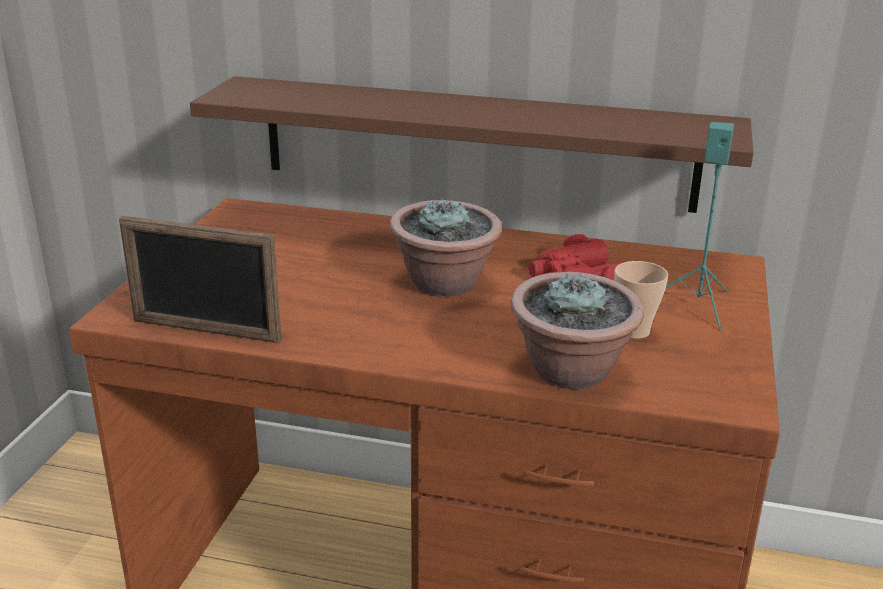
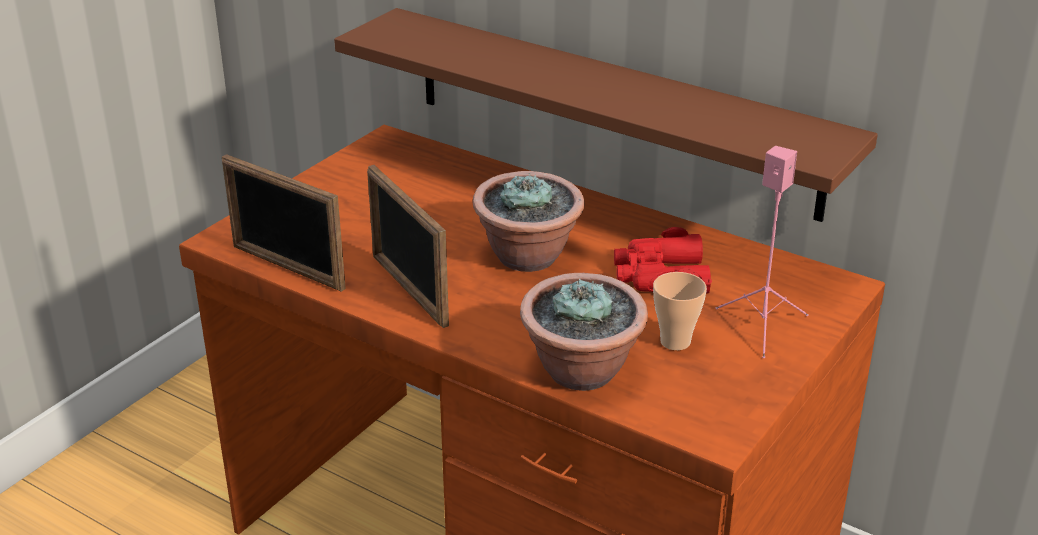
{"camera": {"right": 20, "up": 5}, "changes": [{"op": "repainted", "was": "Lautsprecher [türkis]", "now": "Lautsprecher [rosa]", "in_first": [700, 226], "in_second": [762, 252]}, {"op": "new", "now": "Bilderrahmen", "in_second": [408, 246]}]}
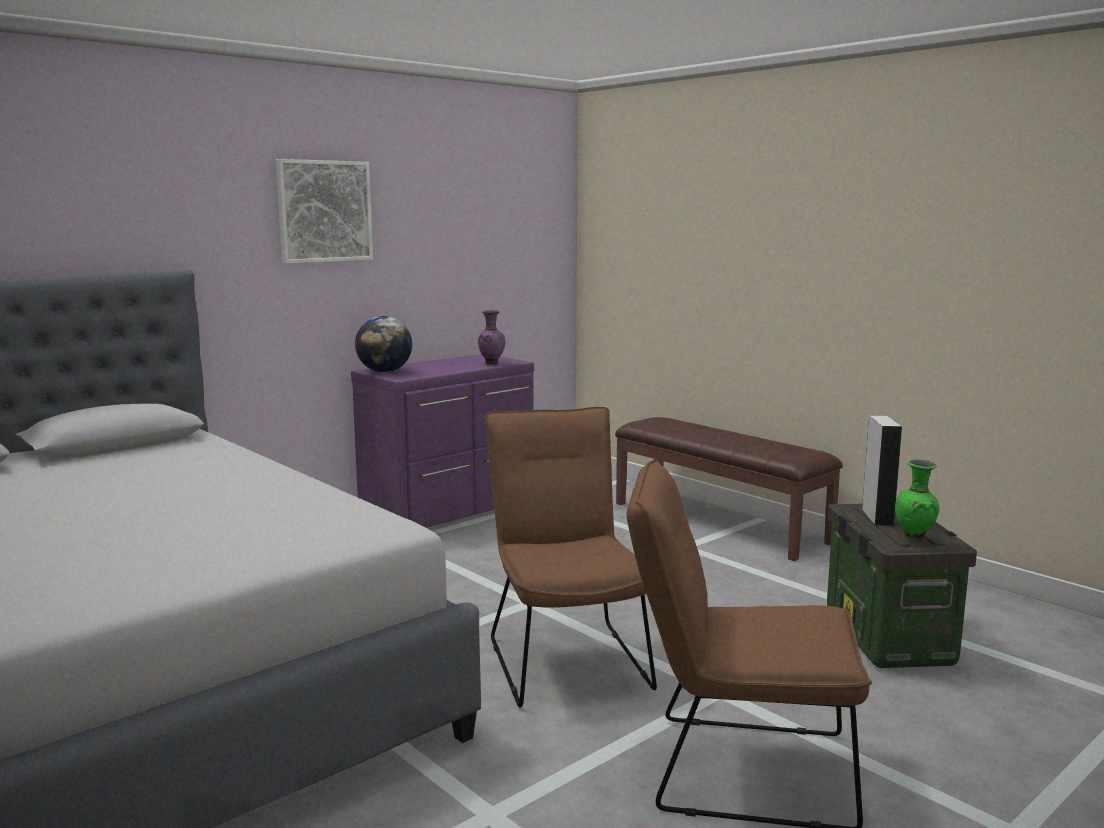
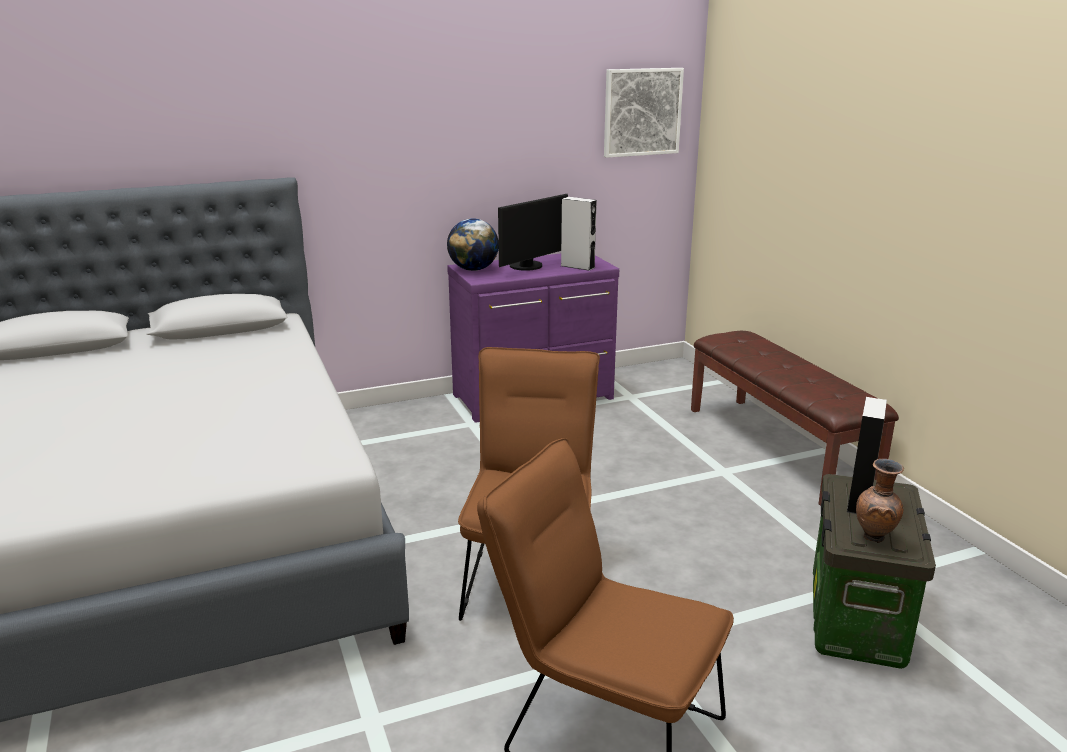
{"camera": {"right": 20, "up": 10}, "changes": [{"op": "shifted", "was": "Bild", "in_first": [324, 211], "in_second": [644, 113]}, {"op": "swapped", "was": "Vase [lila]", "now": "Lautsprecher [grau]", "in_first": [491, 337], "in_second": [578, 234]}, {"op": "repainted", "was": "Vase [grün]", "now": "Vase [braun]", "in_first": [917, 500], "in_second": [880, 501]}, {"op": "new", "now": "Monitor", "in_second": [533, 232]}]}
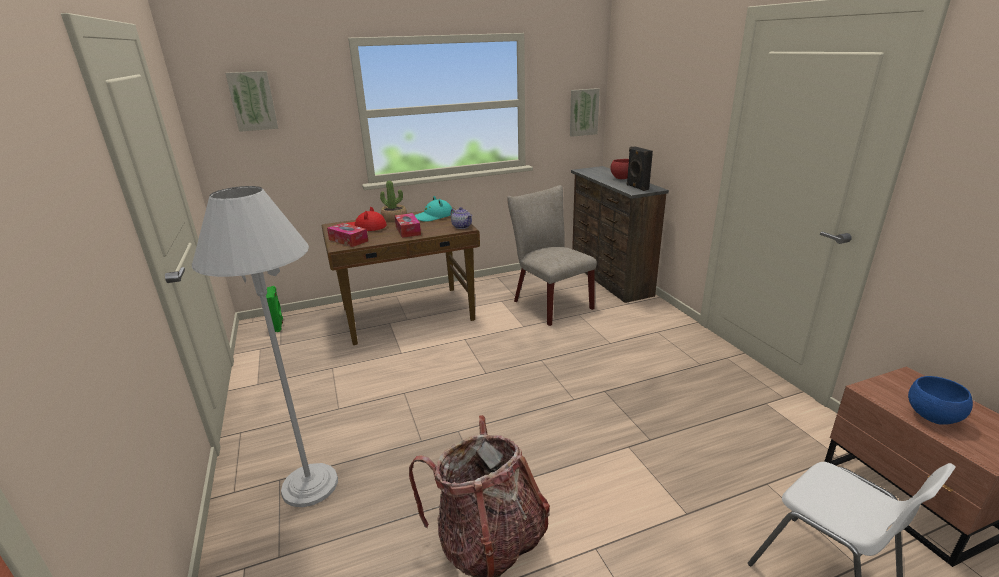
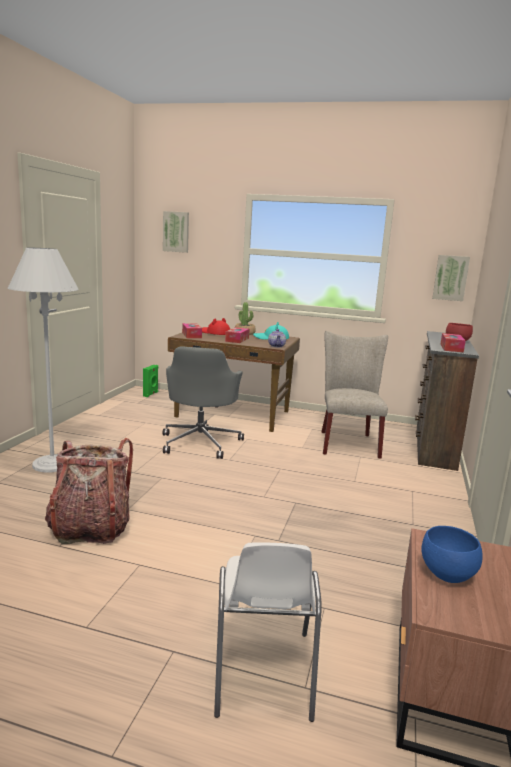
{"camera": {"right": 35, "up": -10}, "changes": [{"op": "swapped", "was": "Lautsprecher [schwarz]", "now": "Taschentuchbox", "in_first": [640, 169], "in_second": [453, 342]}, {"op": "new", "now": "Bürostuhl [grau]", "in_second": [203, 402]}]}
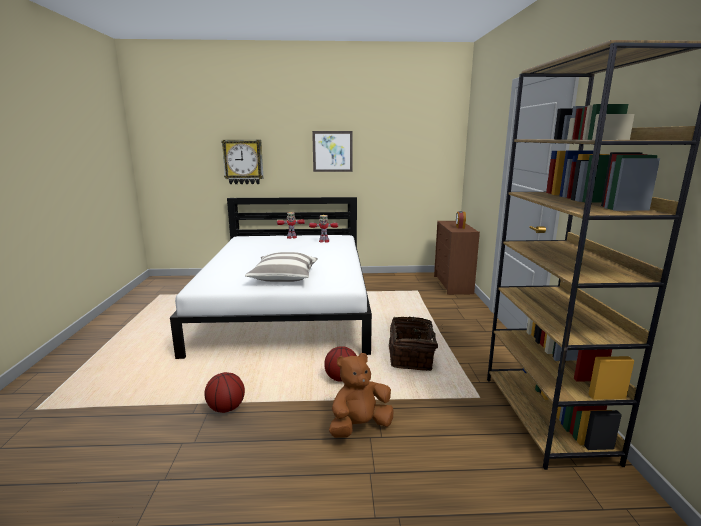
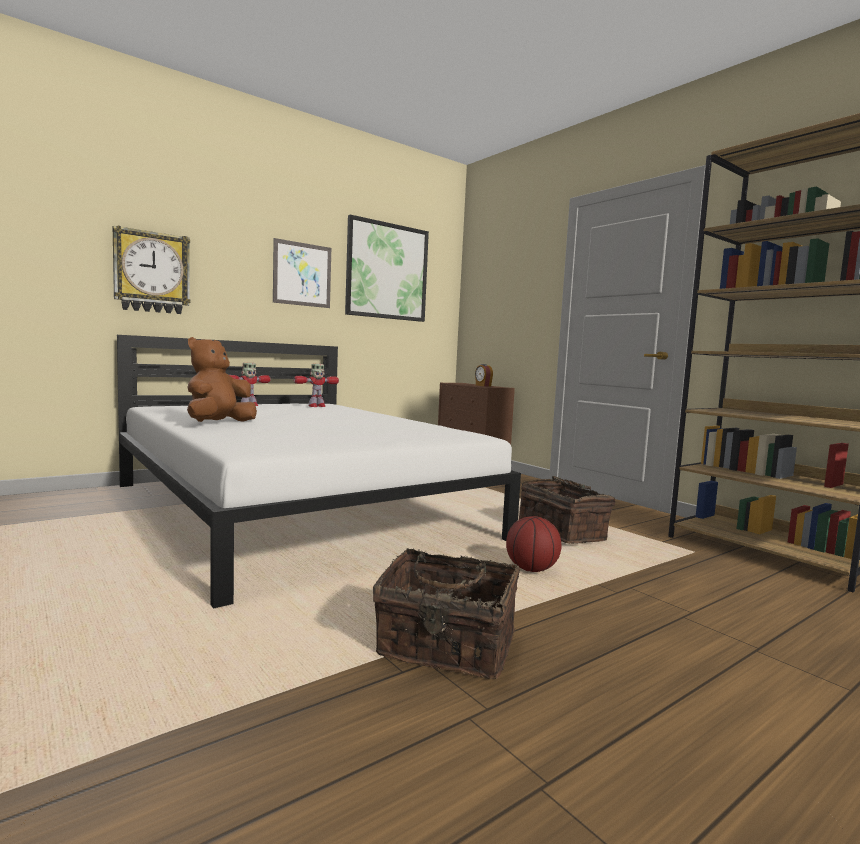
{"camera": {"right": -35, "up": -10}, "changes": [{"op": "gone", "was": "Kissen", "in_first": [281, 267]}, {"op": "shifted", "was": "Plüschtier [braun]", "in_first": [361, 395], "in_second": [222, 379]}, {"op": "swapped", "was": "Basketball", "now": "Korb", "in_first": [224, 392], "in_second": [446, 613]}, {"op": "new", "now": "Bild", "in_second": [387, 268]}]}
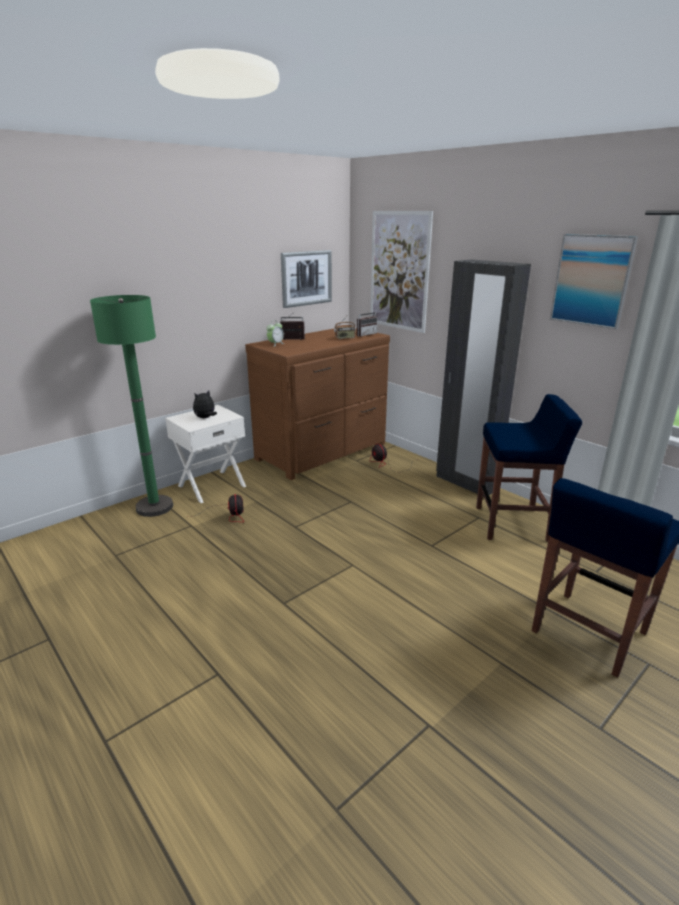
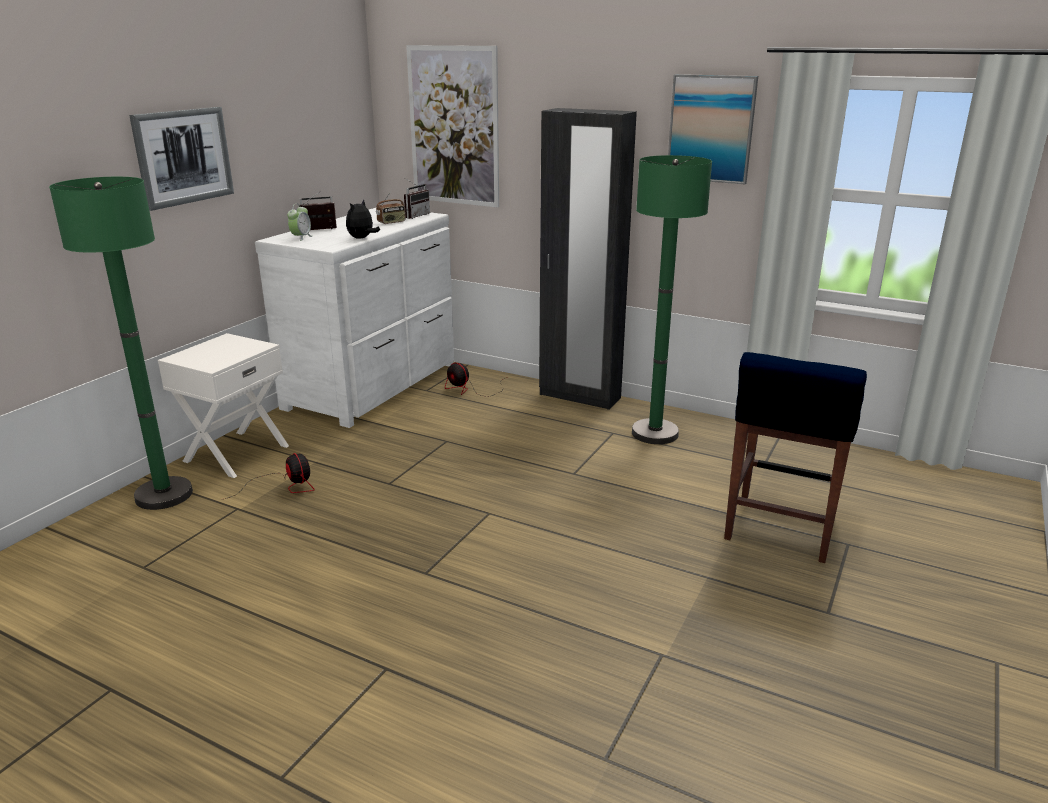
{"camera": {"right": -20, "up": 0}, "changes": [{"op": "shifted", "was": "Bild", "in_first": [306, 279], "in_second": [181, 159]}, {"op": "repainted", "was": "Kommode [braun]", "now": "Kommode [weiß]", "in_first": [317, 404], "in_second": [354, 318]}, {"op": "shifted", "was": "Plüschtier", "in_first": [205, 404], "in_second": [363, 219]}, {"op": "swapped", "was": "Hocker [blau]", "now": "Stehlampe [grün]", "in_first": [529, 468], "in_second": [672, 299]}]}
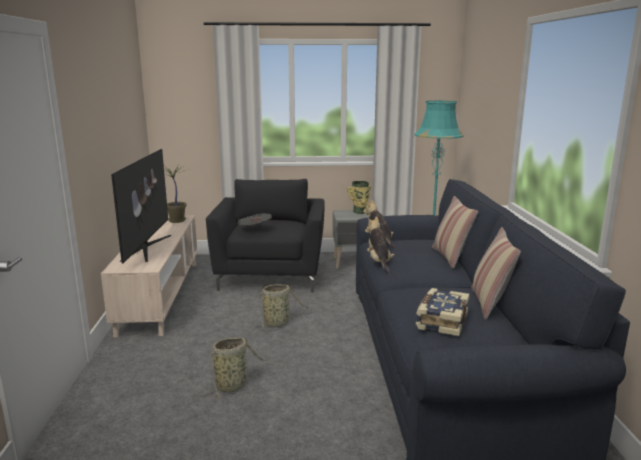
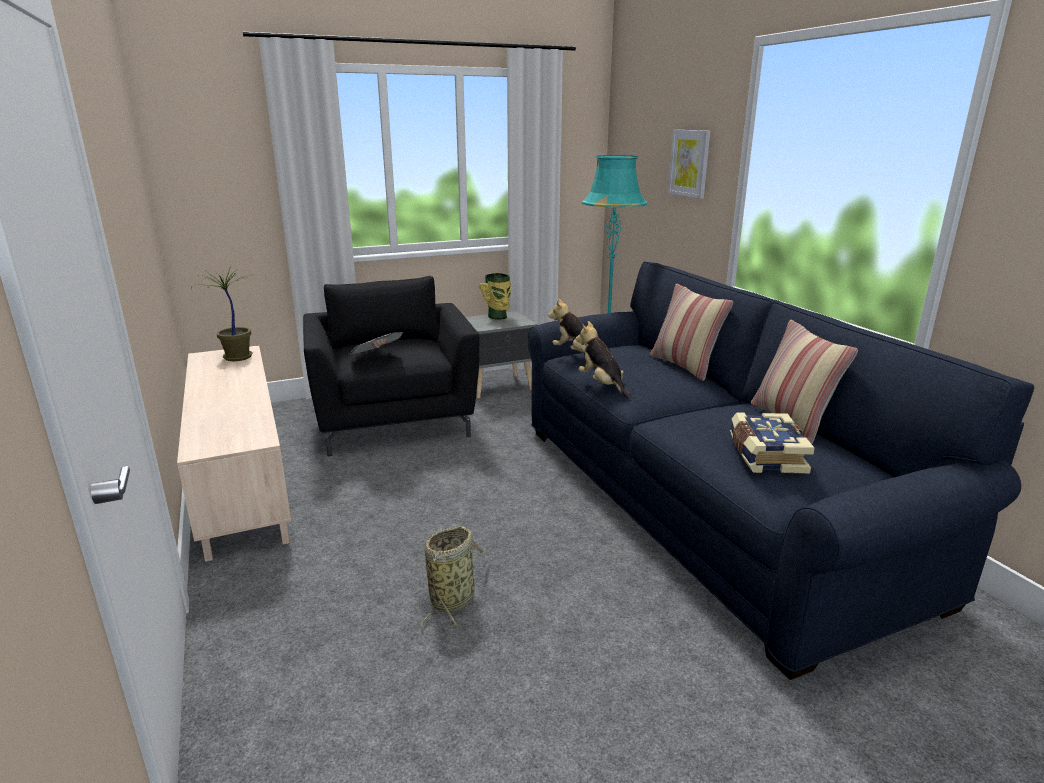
{"camera": {"right": -20, "up": 5}, "changes": [{"op": "gone", "was": "Fernseher", "in_first": [141, 206]}, {"op": "gone", "was": "Korb", "in_first": [281, 306]}, {"op": "new", "now": "Bild", "in_second": [689, 164]}]}
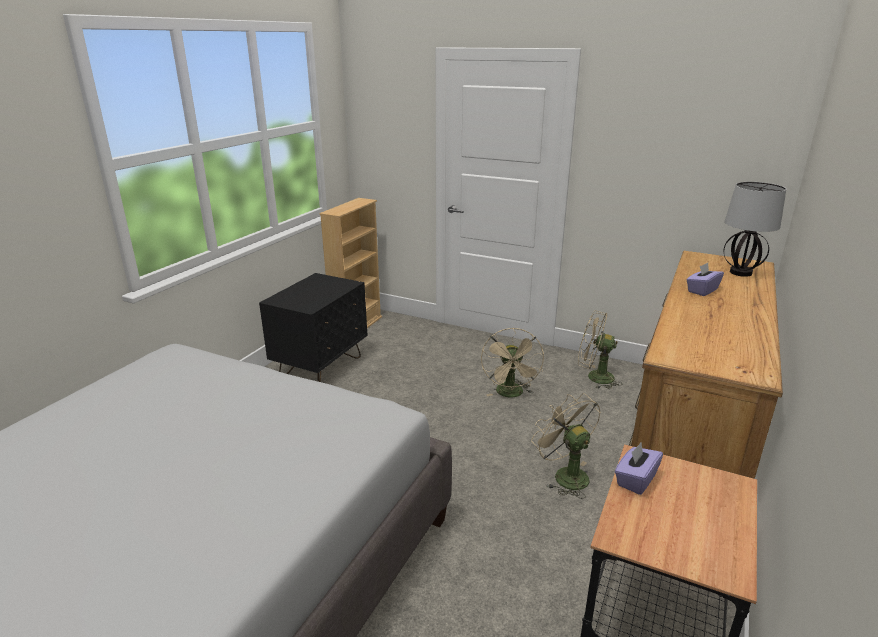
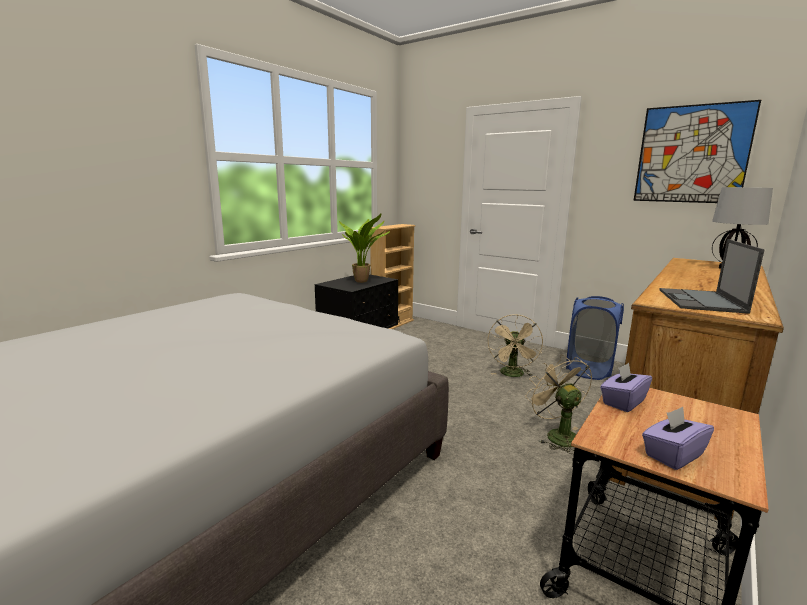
{"camera": {"right": 10, "up": -10}, "changes": [{"op": "shifted", "was": "Taschentuchbox [lila]", "in_first": [705, 279], "in_second": [678, 438]}, {"op": "swapped", "was": "Ventilator [beige]", "now": "Wäschekorb [blau]", "in_first": [599, 350], "in_second": [595, 338]}, {"op": "new", "now": "Bild", "in_second": [697, 151]}, {"op": "new", "now": "Topfpflanze", "in_second": [364, 248]}, {"op": "new", "now": "Laptop", "in_second": [712, 276]}]}
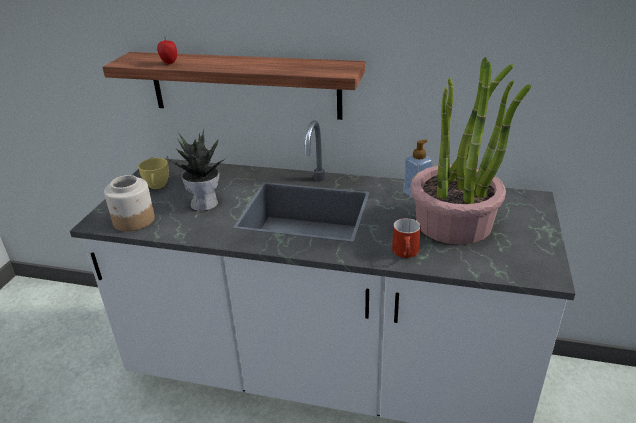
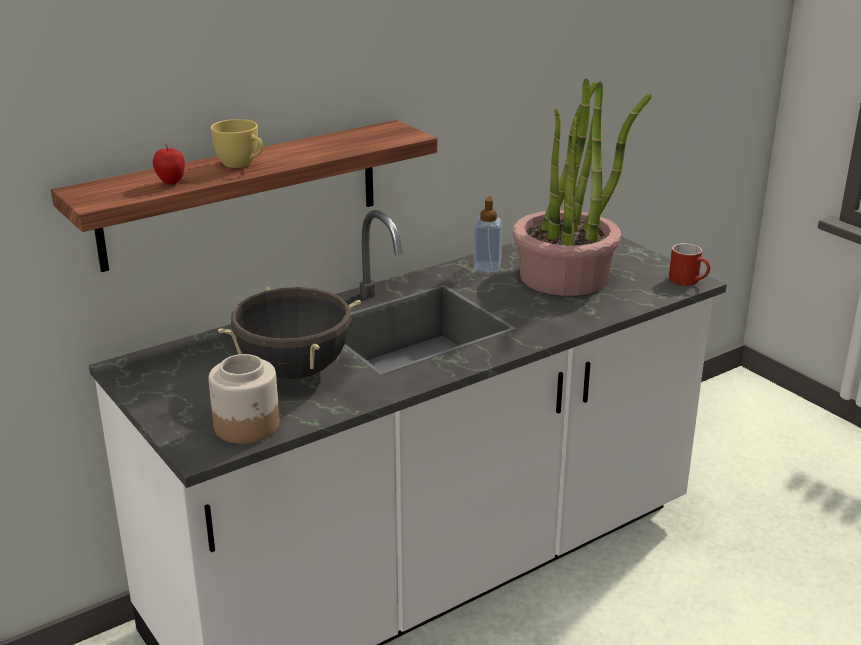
{"camera": {"right": -50, "up": -5}, "changes": [{"op": "swapped", "was": "Topfpflanze", "now": "Kochtopf [schwarz]", "in_first": [196, 170], "in_second": [289, 332]}, {"op": "shifted", "was": "Tasse [gelb]", "in_first": [153, 173], "in_second": [236, 143]}, {"op": "shifted", "was": "Henkelbecher [rot]", "in_first": [406, 238], "in_second": [689, 264]}]}
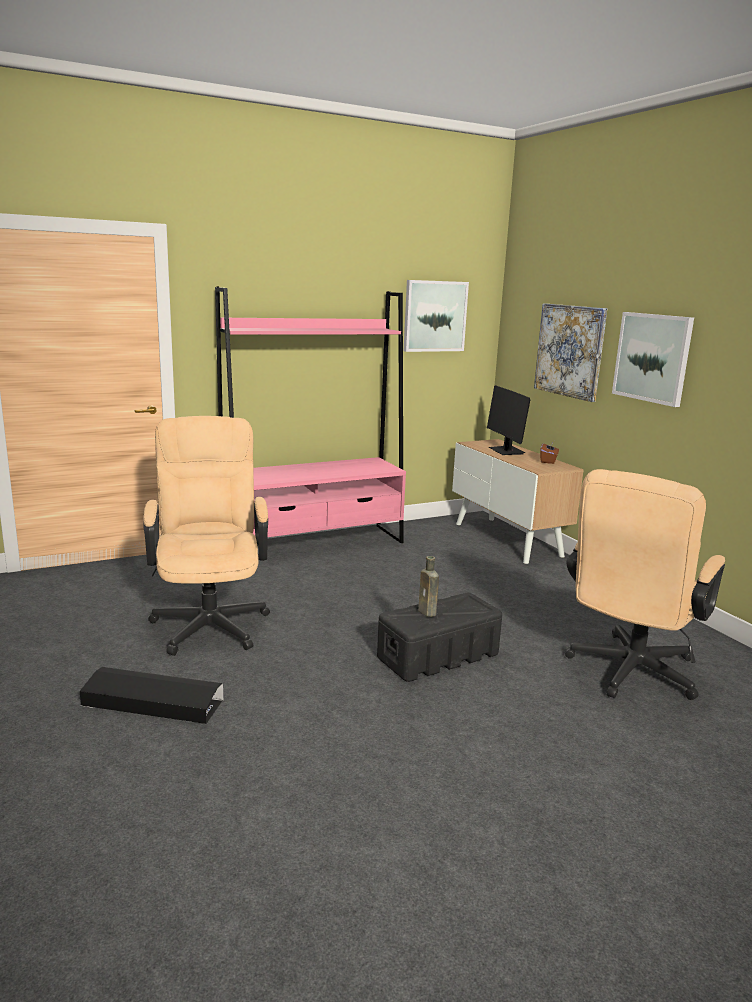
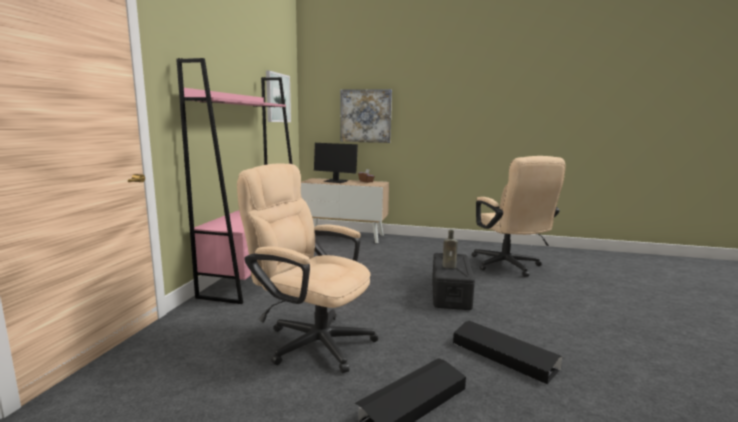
{"camera": {"right": -50, "up": -5}, "changes": [{"op": "gone", "was": "Bild", "in_first": [653, 359]}, {"op": "new", "now": "Aufbewahrungsbox [schwarz]", "in_second": [508, 352]}]}
